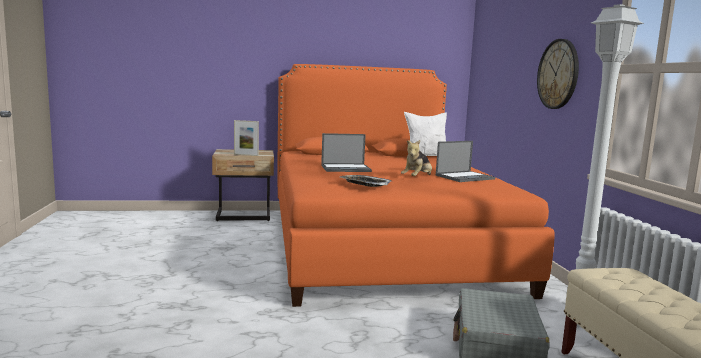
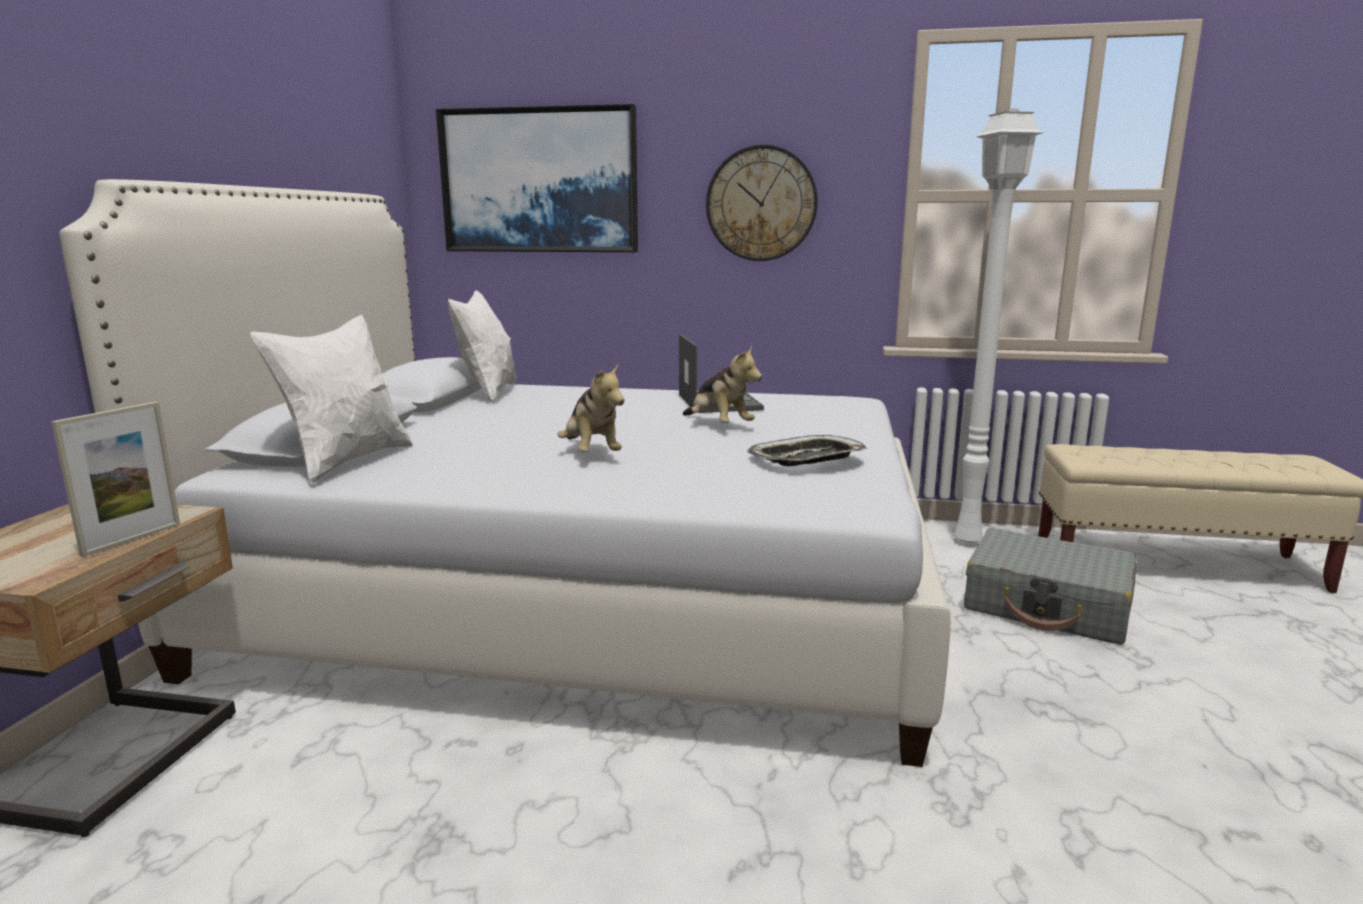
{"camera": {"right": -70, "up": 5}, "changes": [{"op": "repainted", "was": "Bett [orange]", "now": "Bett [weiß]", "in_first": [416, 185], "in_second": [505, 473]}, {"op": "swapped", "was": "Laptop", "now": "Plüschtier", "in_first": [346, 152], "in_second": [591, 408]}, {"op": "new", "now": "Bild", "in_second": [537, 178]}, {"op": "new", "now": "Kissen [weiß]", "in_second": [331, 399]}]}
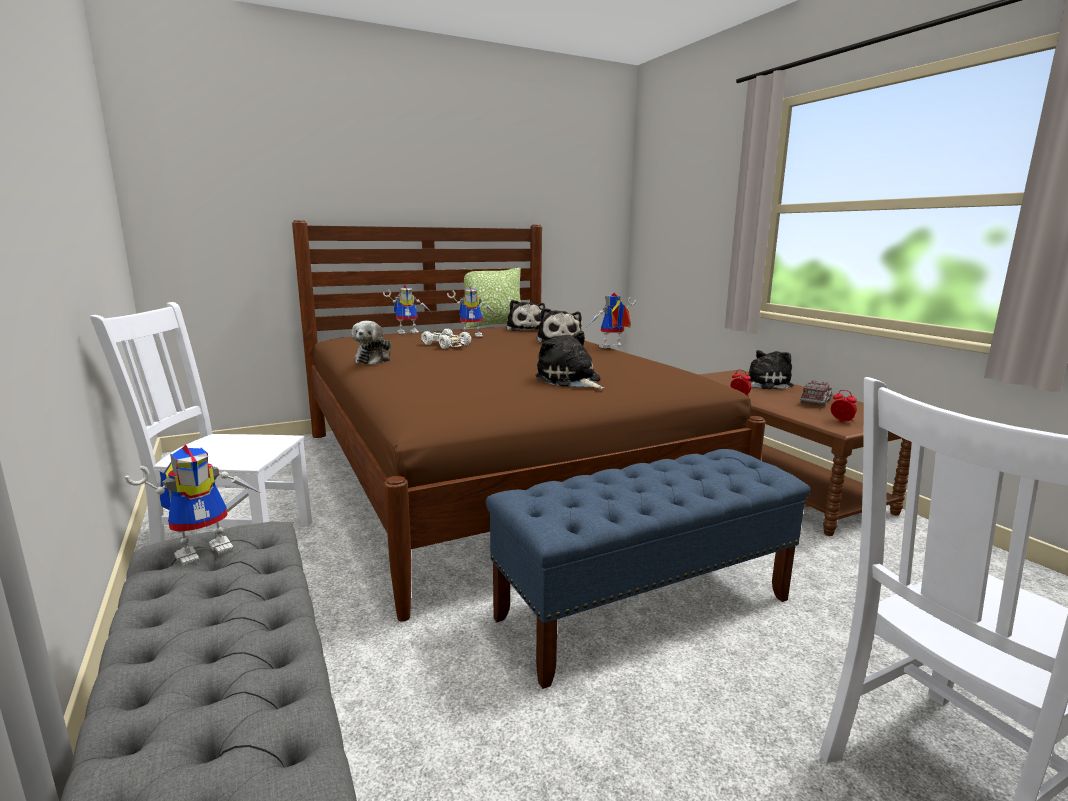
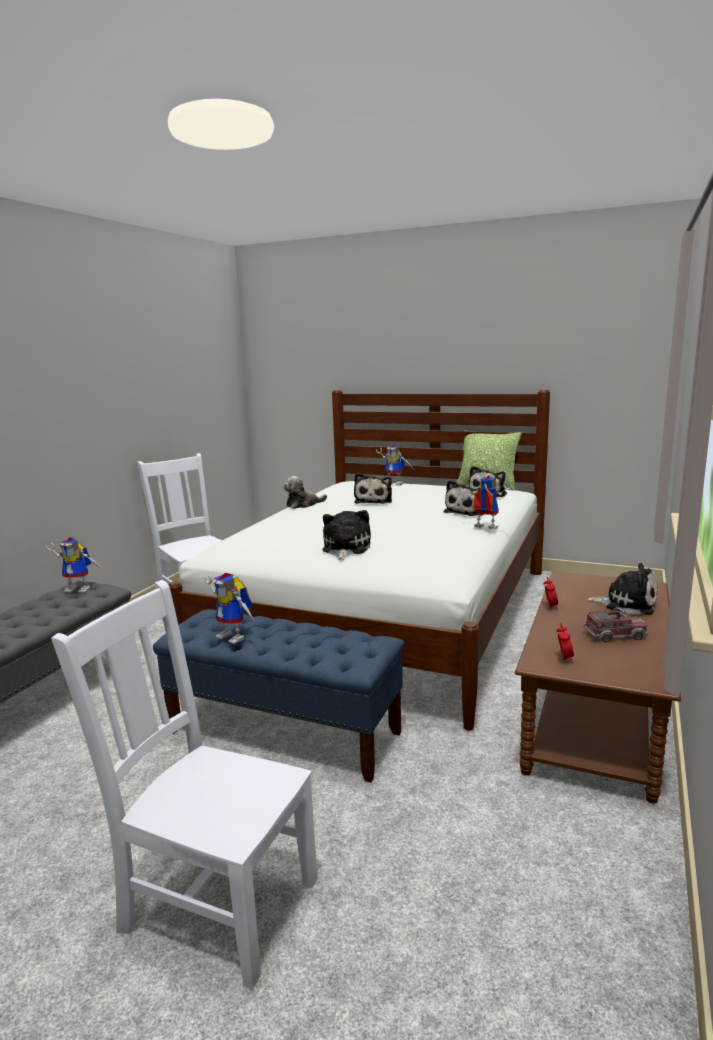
{"camera": {"right": 50, "up": 0}, "changes": [{"op": "repainted", "was": "Bett [braun]", "now": "Bett [weiß]", "in_first": [528, 421], "in_second": [359, 560]}, {"op": "shifted", "was": "Spielzeugroboter", "in_first": [472, 311], "in_second": [229, 608]}, {"op": "swapped", "was": "Spielzeugauto [weiß]", "now": "Plüschtier", "in_first": [446, 339], "in_second": [373, 488]}]}
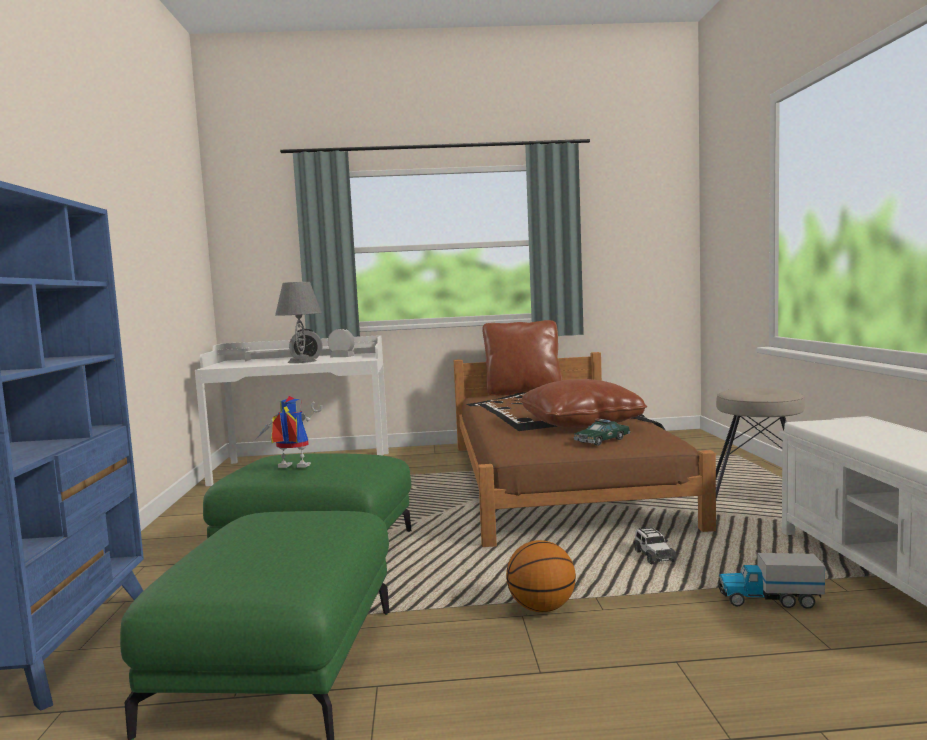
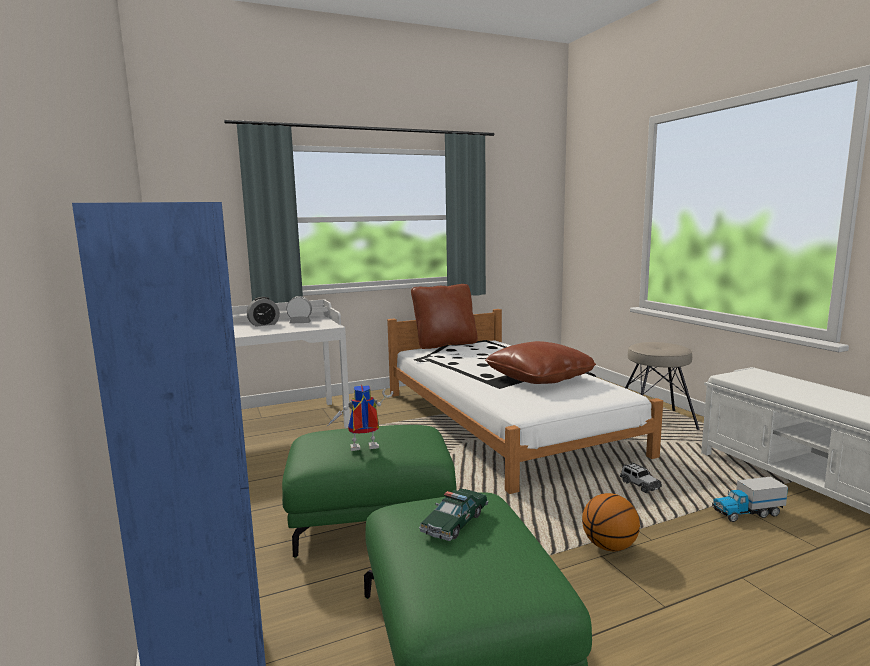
{"camera": {"right": -20, "up": 5}, "changes": [{"op": "gone", "was": "Tischlampe [grau]", "in_first": [298, 322]}, {"op": "repainted", "was": "Bett [braun]", "now": "Bett [weiß]", "in_first": [585, 449], "in_second": [525, 401]}, {"op": "shifted", "was": "Spielzeugauto", "in_first": [602, 432], "in_second": [454, 514]}]}
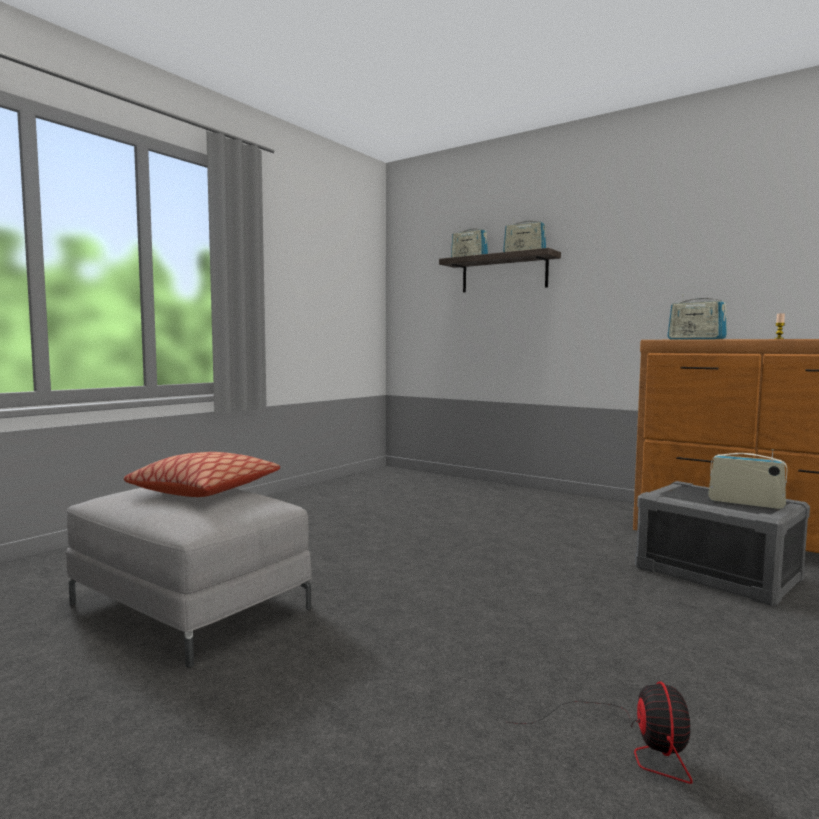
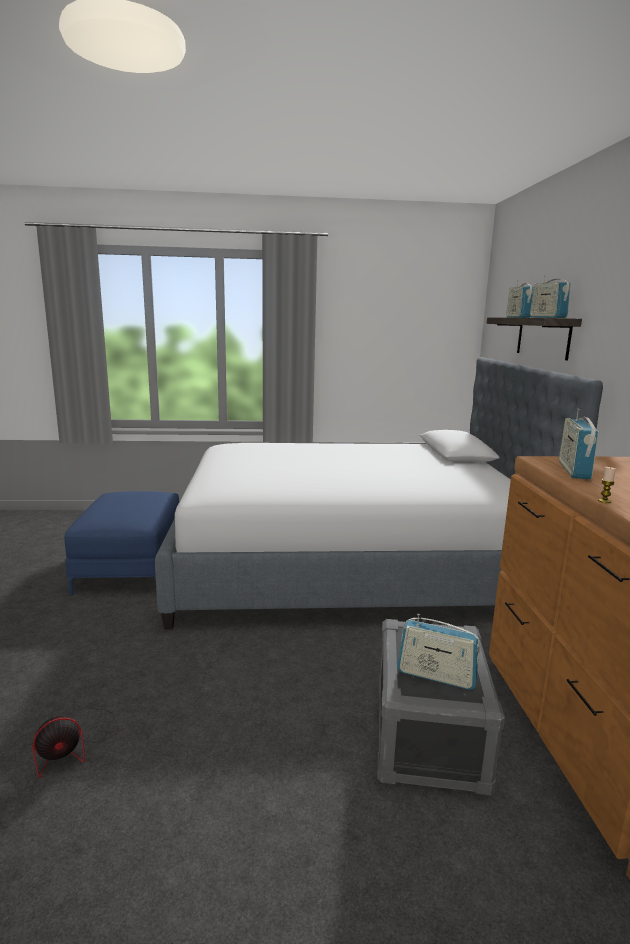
{"camera": {"right": 50, "up": 10}, "changes": [{"op": "rotated", "was": "Radio", "in_first": [748, 479], "in_second": [438, 652], "clockwise": 120}, {"op": "gone", "was": "Kissen", "in_first": [202, 474]}, {"op": "repainted", "was": "Polsterhocker [grau]", "now": "Polsterhocker [blau]", "in_first": [189, 578], "in_second": [121, 543]}, {"op": "new", "now": "Bett", "in_second": [379, 493]}]}
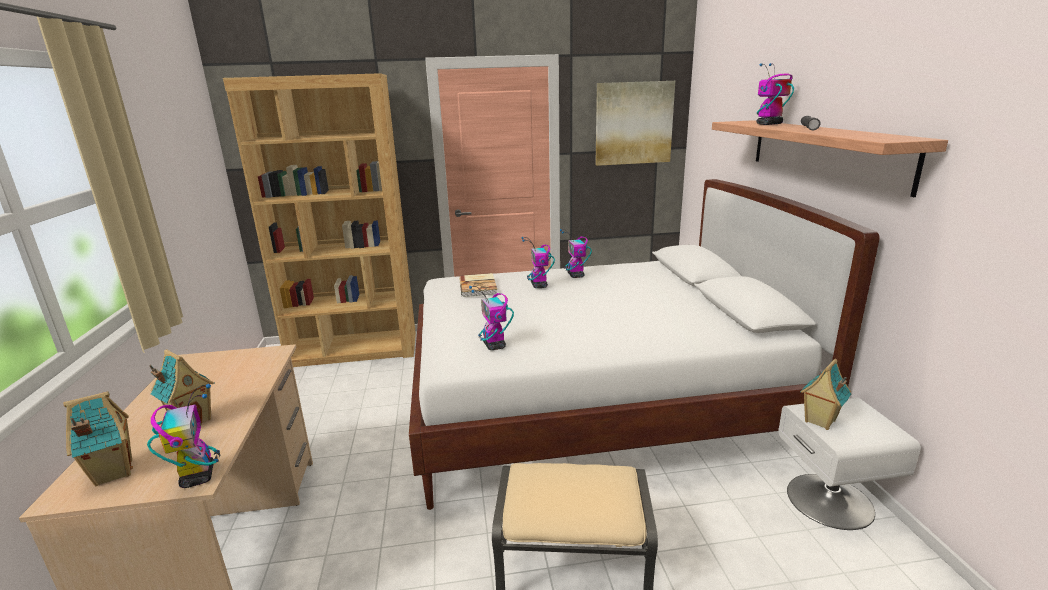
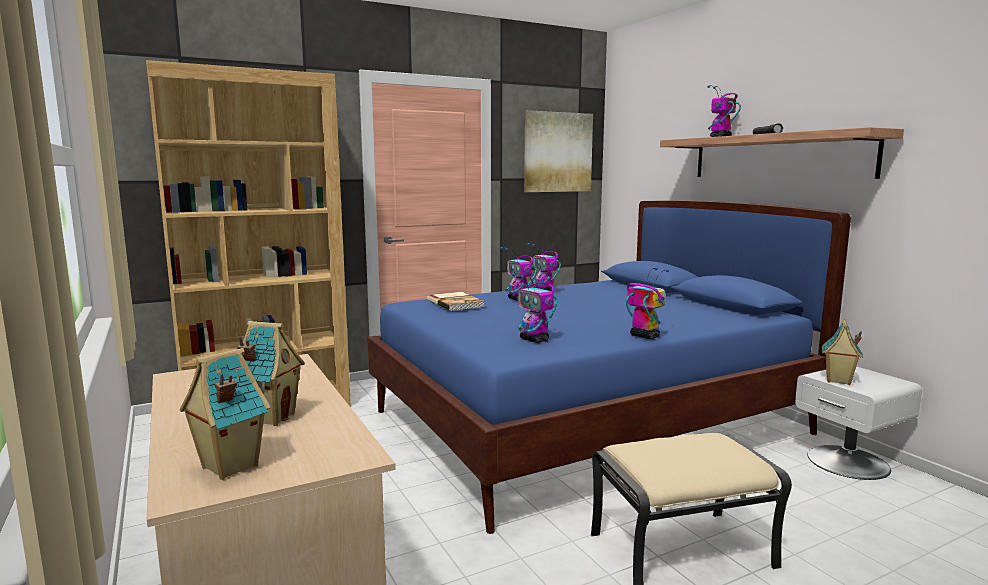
{"camera": {"right": -20, "up": -10}, "changes": [{"op": "repainted", "was": "Bett [weiß]", "now": "Bett [blau]", "in_first": [644, 344], "in_second": [609, 367]}, {"op": "shifted", "was": "Spielzeugroboter", "in_first": [183, 436], "in_second": [647, 303]}]}
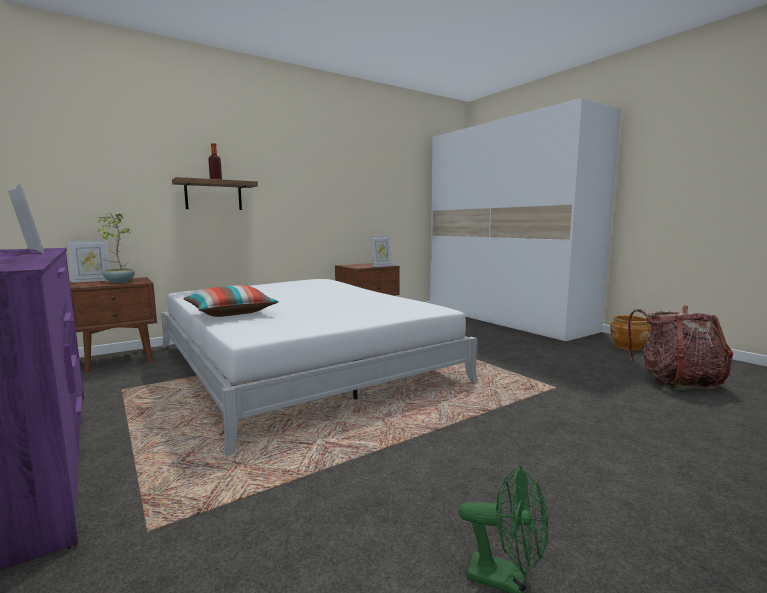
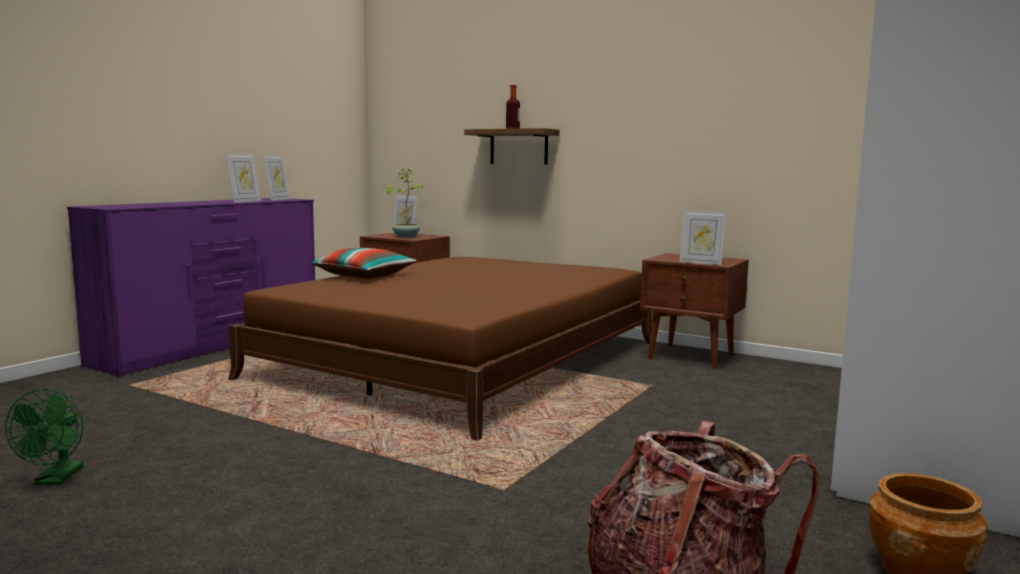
{"camera": {"right": 65, "up": 0}, "changes": [{"op": "repainted", "was": "Bett [weiß]", "now": "Bett [braun]", "in_first": [319, 367], "in_second": [440, 349]}]}
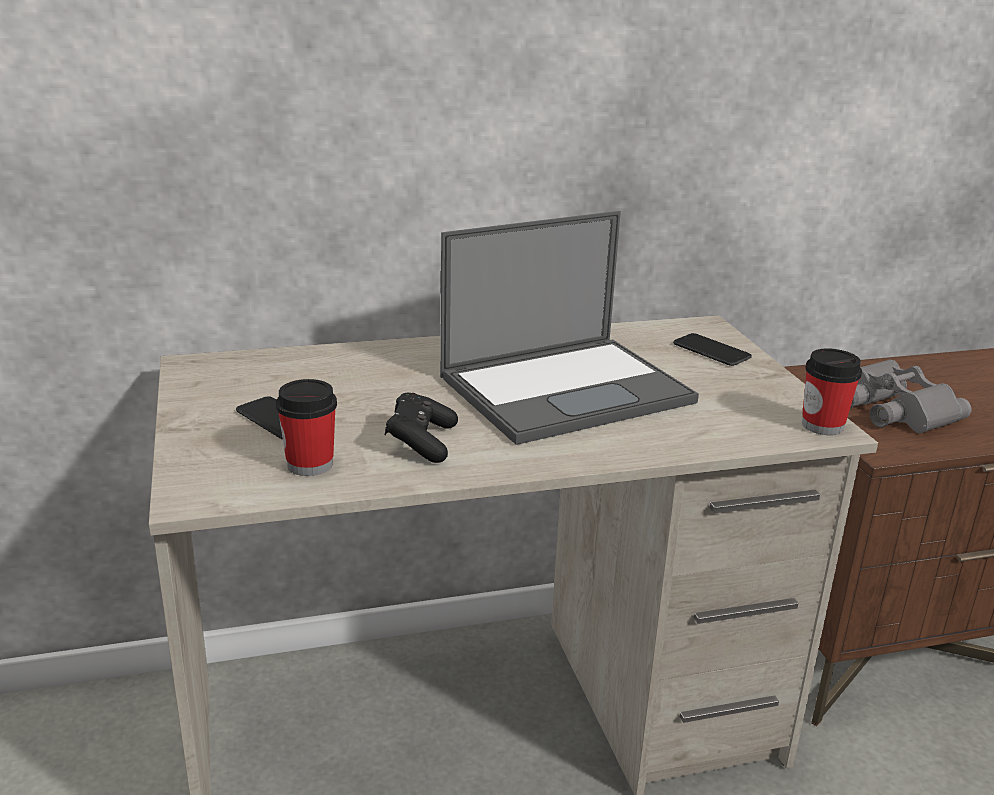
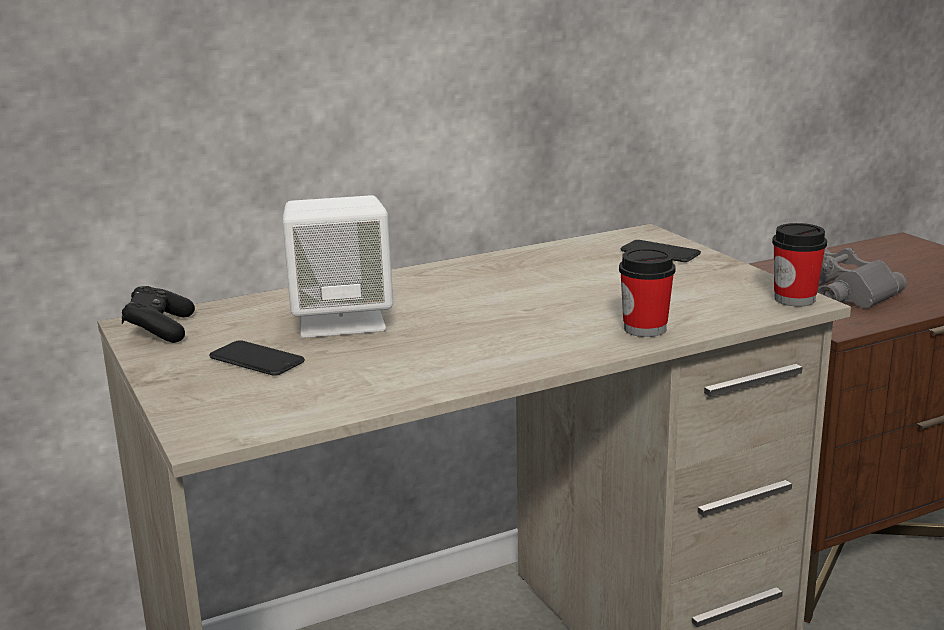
{"camera": {"right": -10, "up": -5}, "changes": [{"op": "gone", "was": "Laptop", "in_first": [569, 328]}, {"op": "shifted", "was": "Tasse", "in_first": [306, 427], "in_second": [647, 292]}, {"op": "shifted", "was": "Gamepad [schwarz]", "in_first": [421, 428], "in_second": [158, 314]}, {"op": "new", "now": "Lautsprecher [weiß]", "in_second": [338, 266]}]}
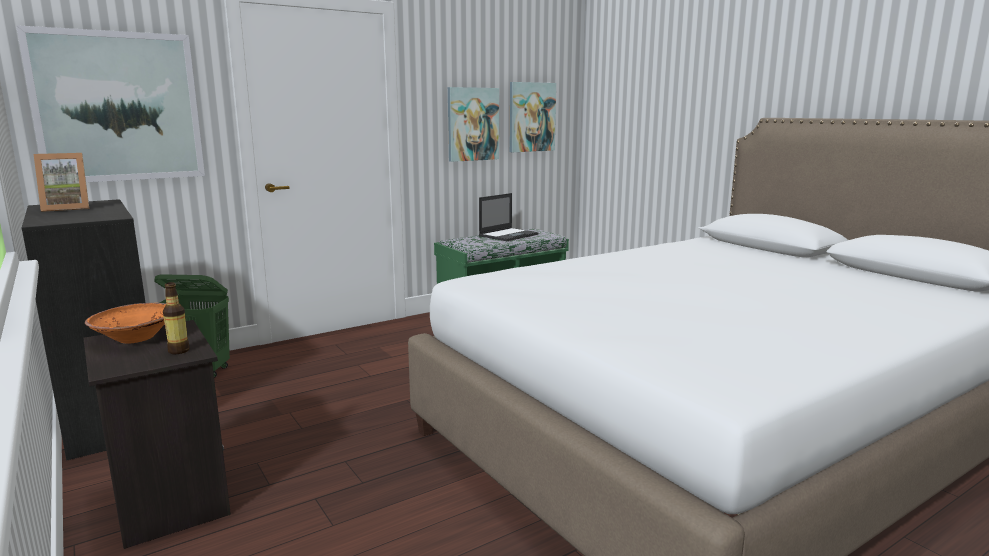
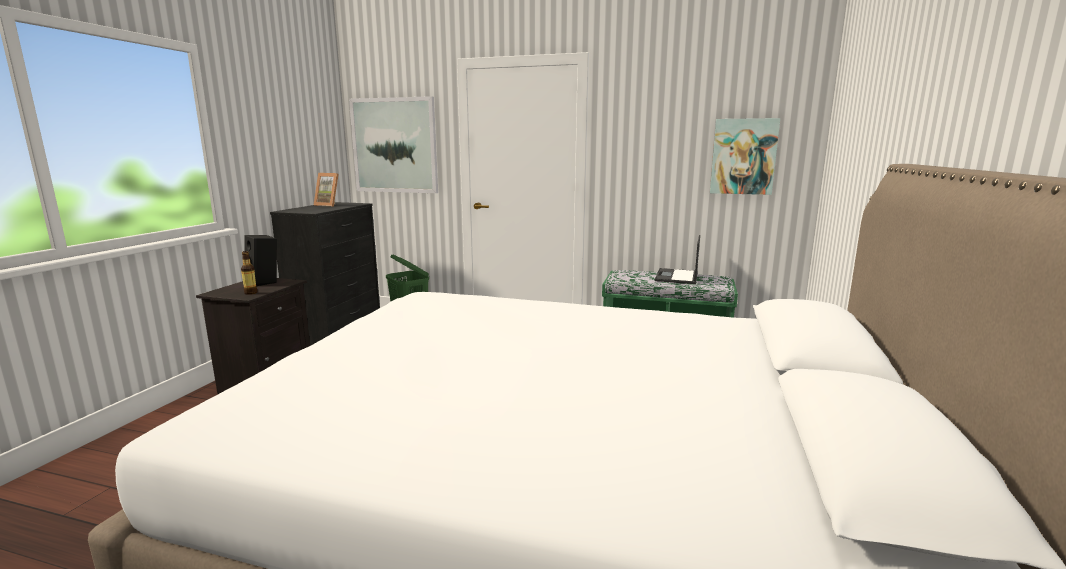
{"camera": {"right": 50, "up": 0}, "changes": [{"op": "gone", "was": "Bild", "in_first": [473, 124]}, {"op": "rotated", "was": "Laptop", "in_first": [508, 217], "in_second": [677, 259], "clockwise": 105}, {"op": "swapped", "was": "Schüssel [orange]", "now": "Lautsprecher [schwarz]", "in_first": [125, 323], "in_second": [260, 260]}]}
